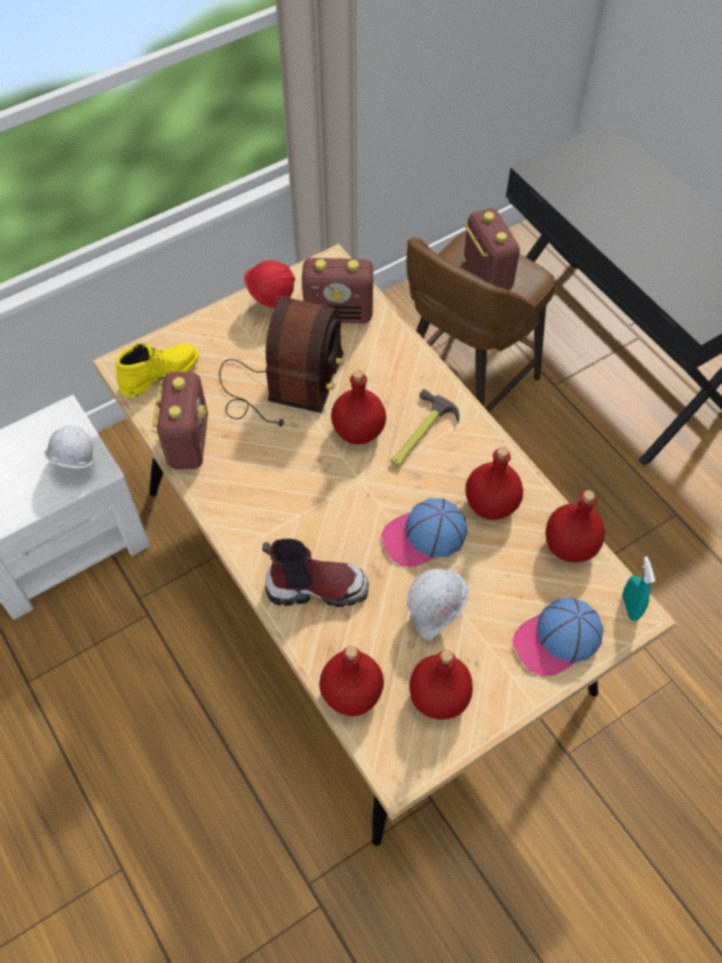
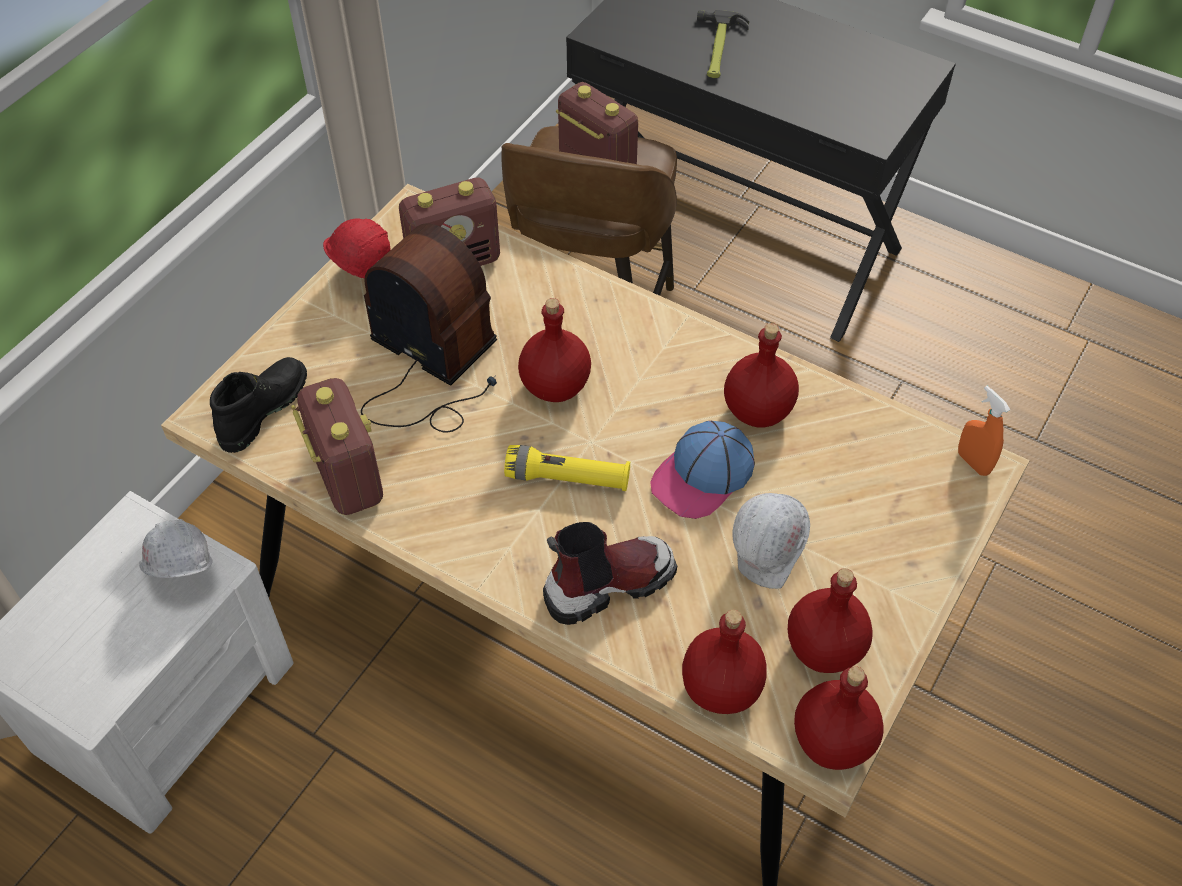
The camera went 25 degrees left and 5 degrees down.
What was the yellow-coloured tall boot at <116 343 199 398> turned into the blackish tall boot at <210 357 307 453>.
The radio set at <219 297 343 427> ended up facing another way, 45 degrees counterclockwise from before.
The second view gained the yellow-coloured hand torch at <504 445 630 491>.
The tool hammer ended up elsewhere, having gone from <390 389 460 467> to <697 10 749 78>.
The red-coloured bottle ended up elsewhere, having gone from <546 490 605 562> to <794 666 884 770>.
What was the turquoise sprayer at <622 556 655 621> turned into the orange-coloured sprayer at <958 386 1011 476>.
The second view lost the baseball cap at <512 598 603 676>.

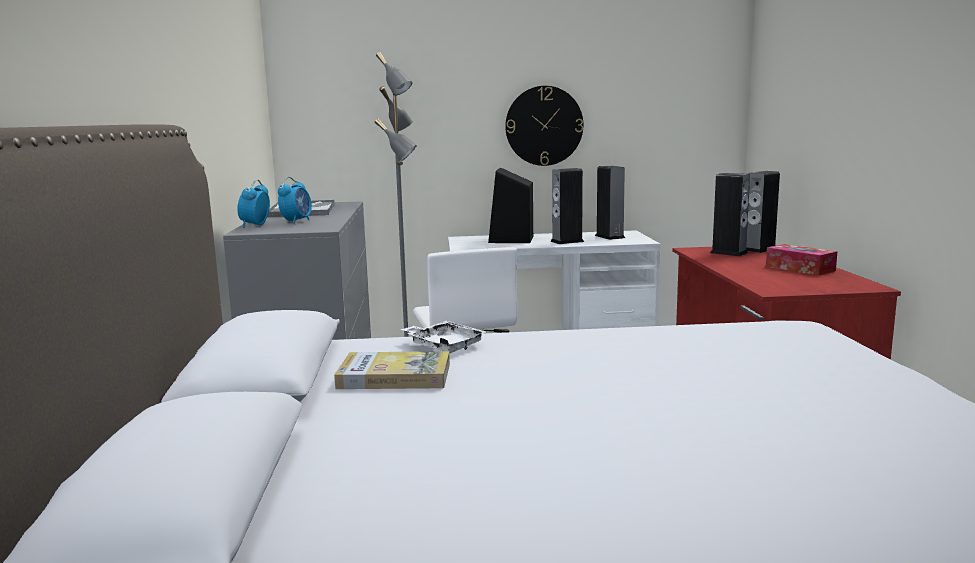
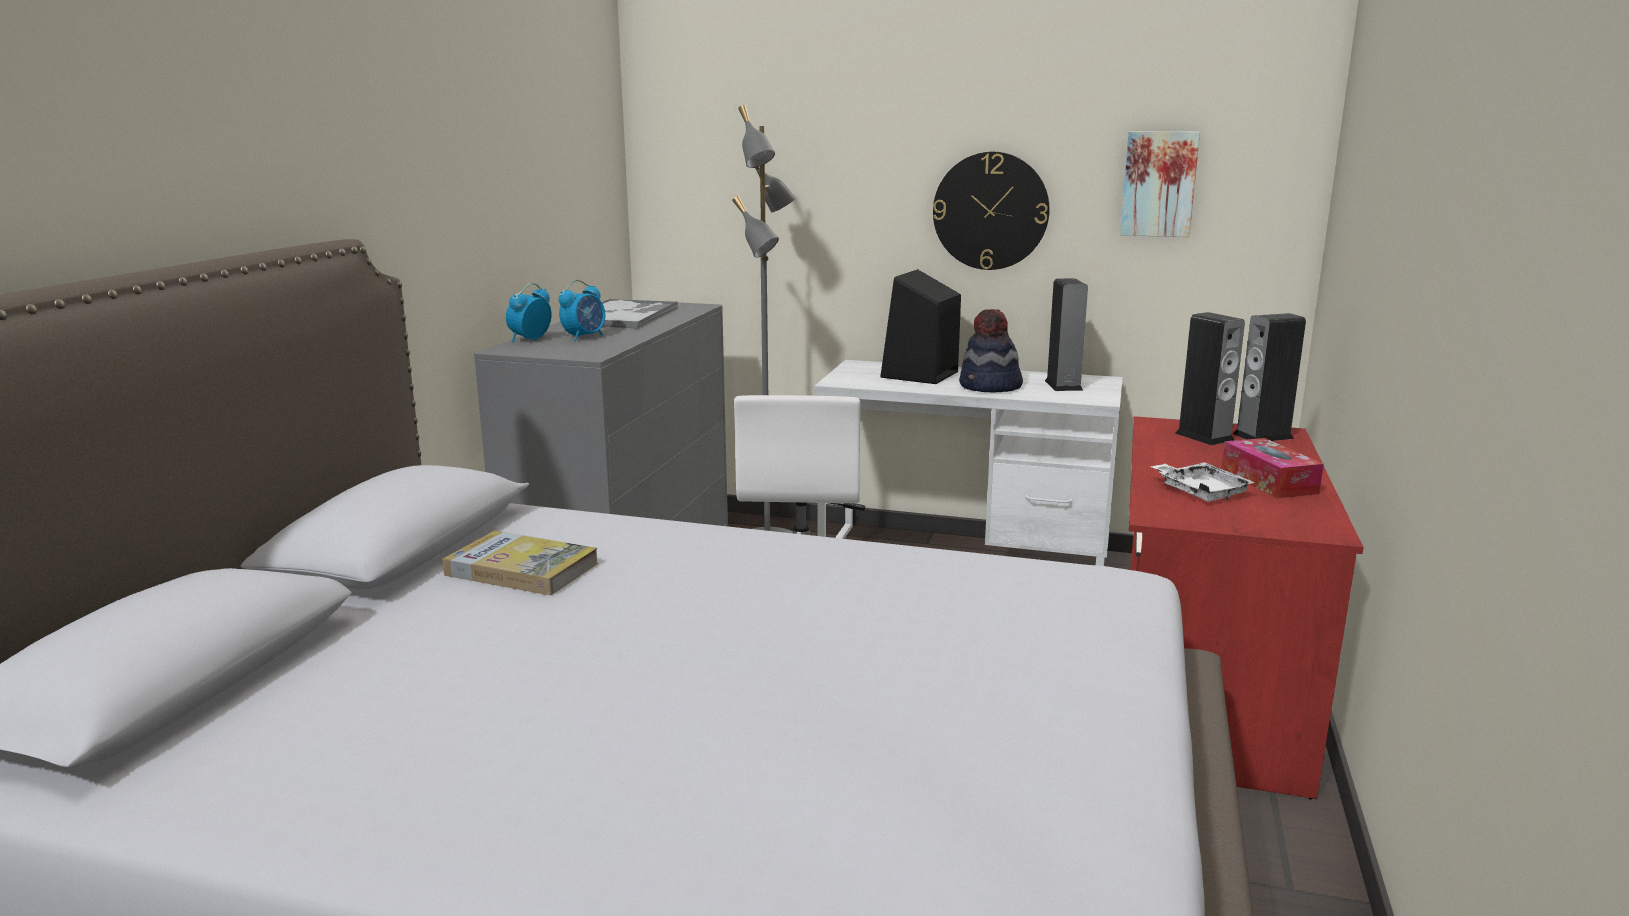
The camera went 20 degrees right and 5 degrees up.
Where the audio speaker stood at <550 168 584 244>, the clothing hat came to stand at <959 309 1023 392>.
The second view gained the wall picture at <1120 131 1200 237>.
The white-coloured serving tray ended up elsewhere, having gone from <400 321 486 353> to <1150 462 1255 502>.

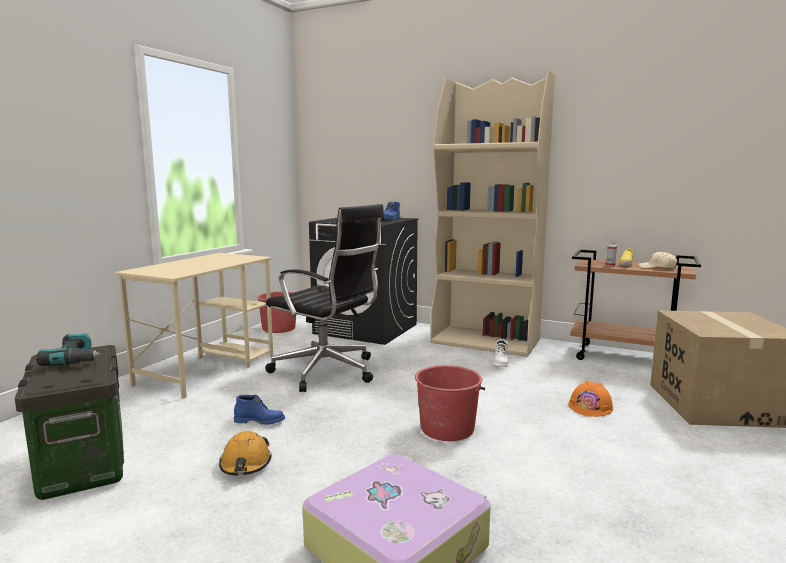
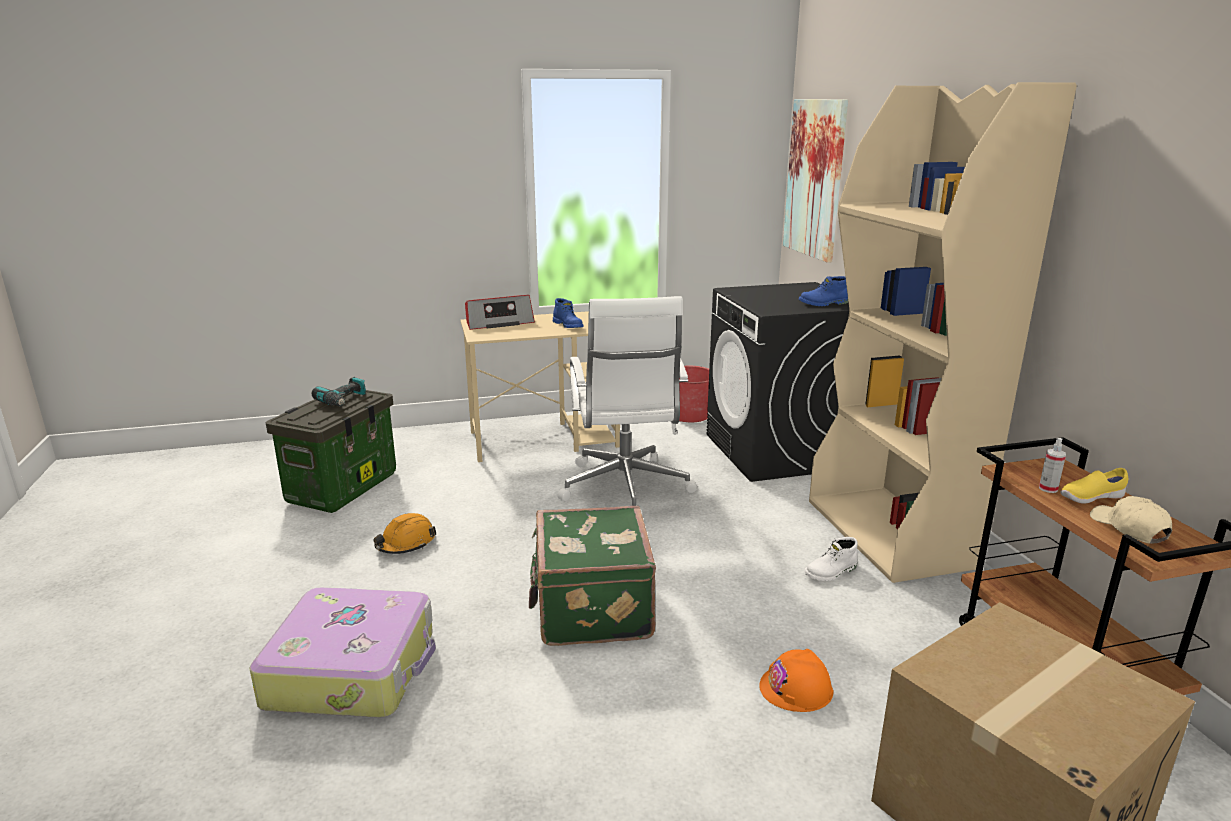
The camera went 50 degrees right and 10 degrees up.
The second view gained the radio set at <465 295 535 330>.
Where the red-coloured pail stood at <415 365 485 441>, the greenish suitcase came to stand at <529 506 656 646>.
The blue tall boot ended up elsewhere, having gone from <234 395 285 425> to <553 298 584 328>.
What was the blackish computer chair at <265 204 384 392> turned into the white-coloured computer chair at <557 296 698 513>.
The second view gained the wall picture at <783 99 848 263>.

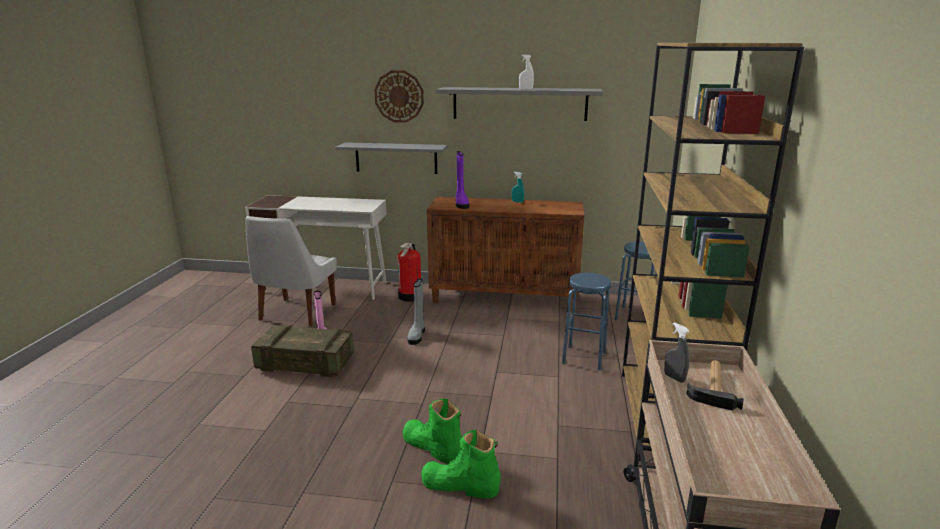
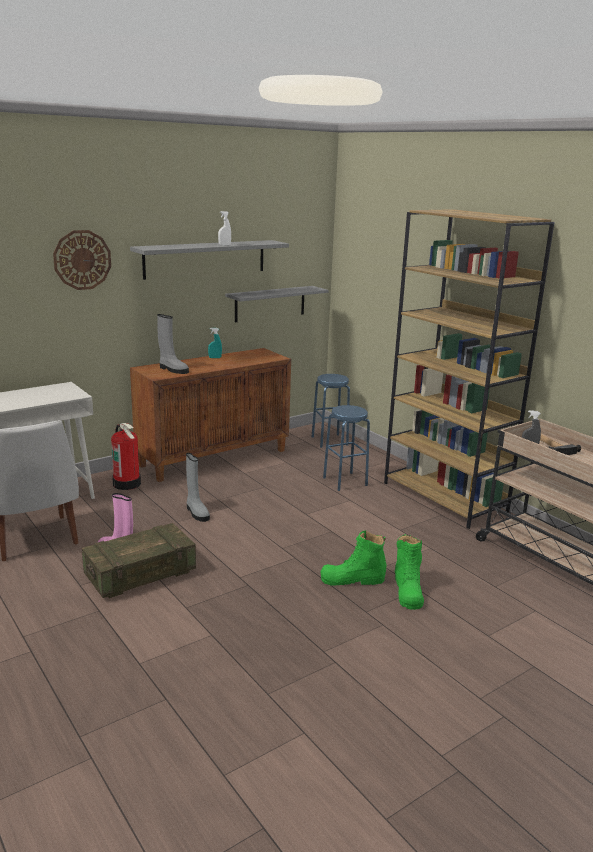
The camera went 45 degrees left and 0 degrees up.
What was the purplish tall boot at <455 151 469 209> turned into the greyish tall boot at <157 314 189 374>.
The greyish shelf ended up elsewhere, having gone from <335 142 448 174> to <225 286 329 322>.
The greenish tall boot at <421 430 500 498> ended up facing another way, 60 degrees counterclockwise from before.

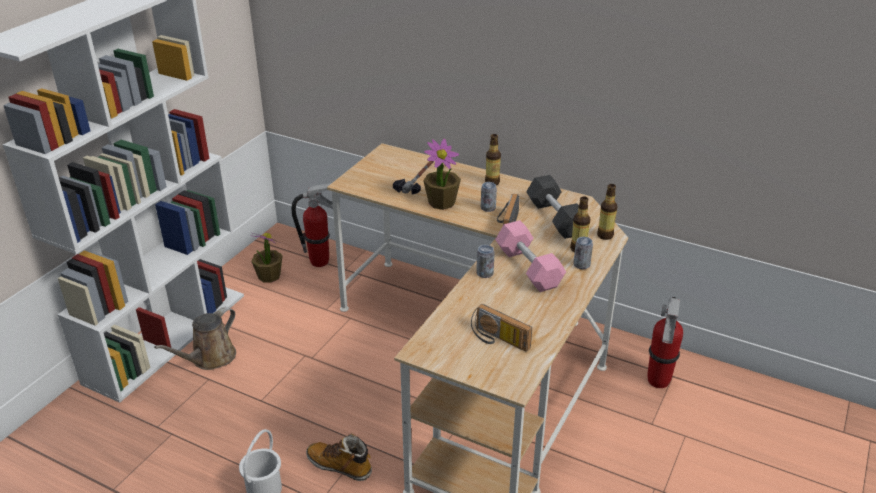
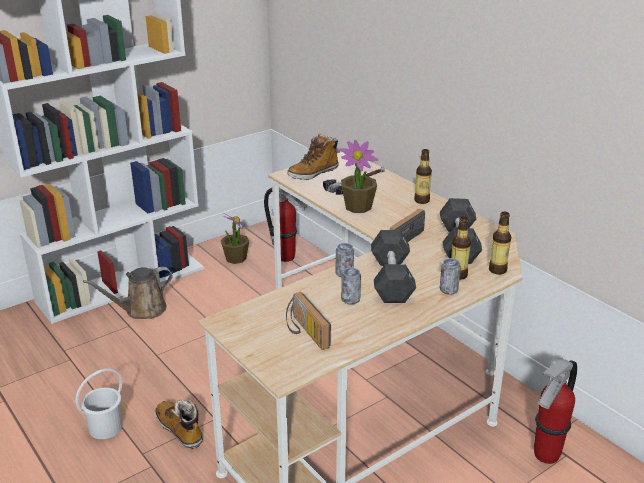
The camera went 25 degrees right and 5 degrees down.
The second view gained the tall boot at <287 133 339 180>.
The can ended up elsewhere, having gone from <481 182 497 212> to <341 267 361 305>.
What was the pink-coloured free weight at <495 220 566 292> turned into the blackish free weight at <371 230 416 303>.

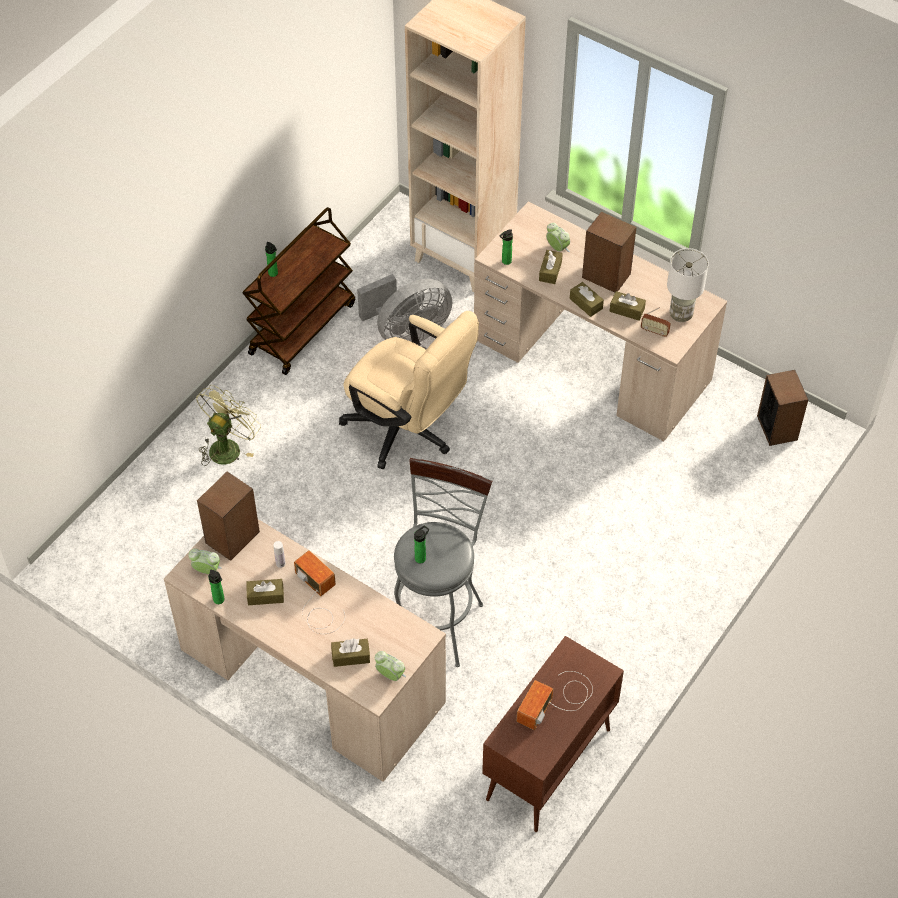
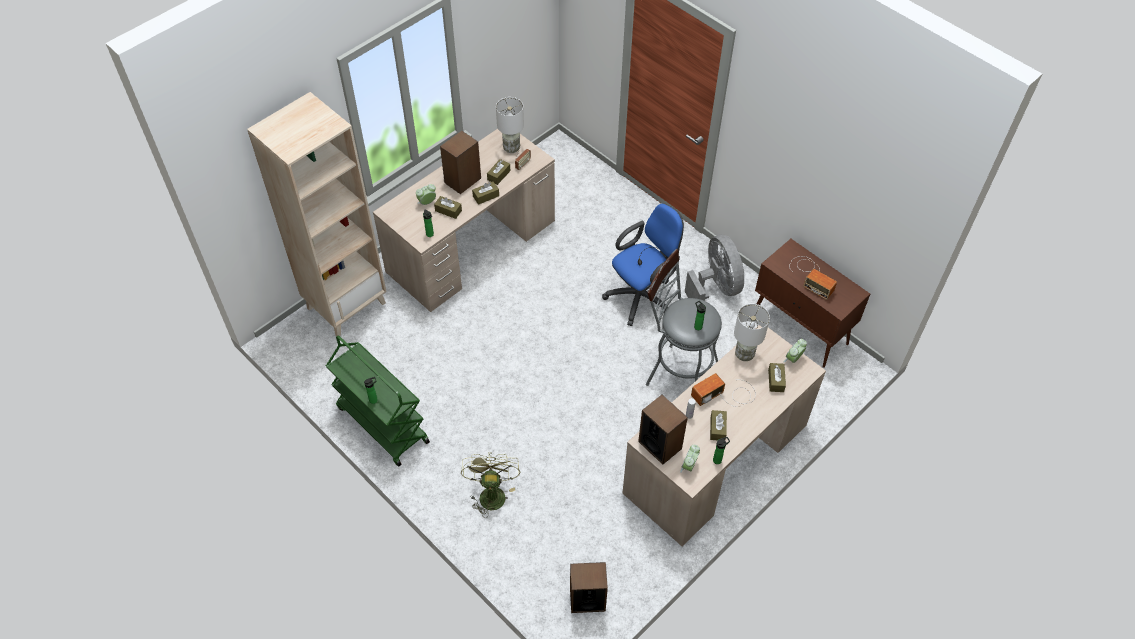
The camera went 80 degrees left and 0 degrees up.
What was the brown cart at <243 207 355 375> turned into the greenish cart at <326 336 430 467>.
The greenish cooling fan at <196 385 261 466> ended up facing another way, 45 degrees clockwise from before.
The audio speaker ended up elsewhere, having gone from <757 370 808 446> to <570 562 608 613>.
The second view gained the blue computer chair at <602 203 684 326>.
The greyish cooling fan ended up elsewhere, having gone from <357 274 452 342> to <685 235 744 301>.
The second view gained the white-coloured lamp for a table at <734 304 770 361>.
The second view lost the beige-coloured computer chair at <339 311 479 469>.

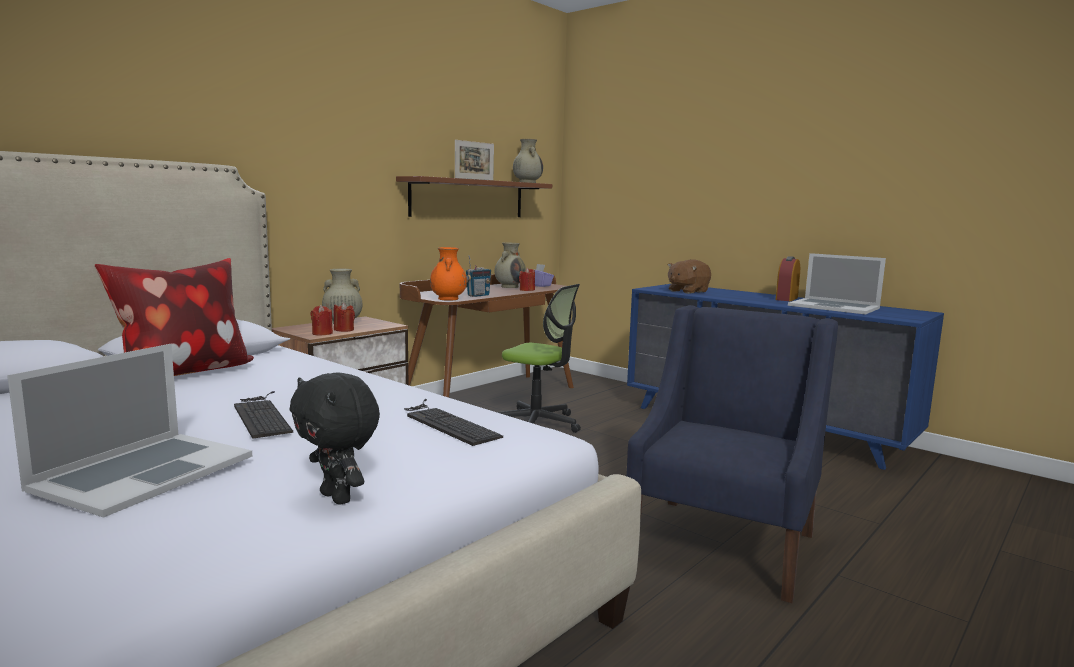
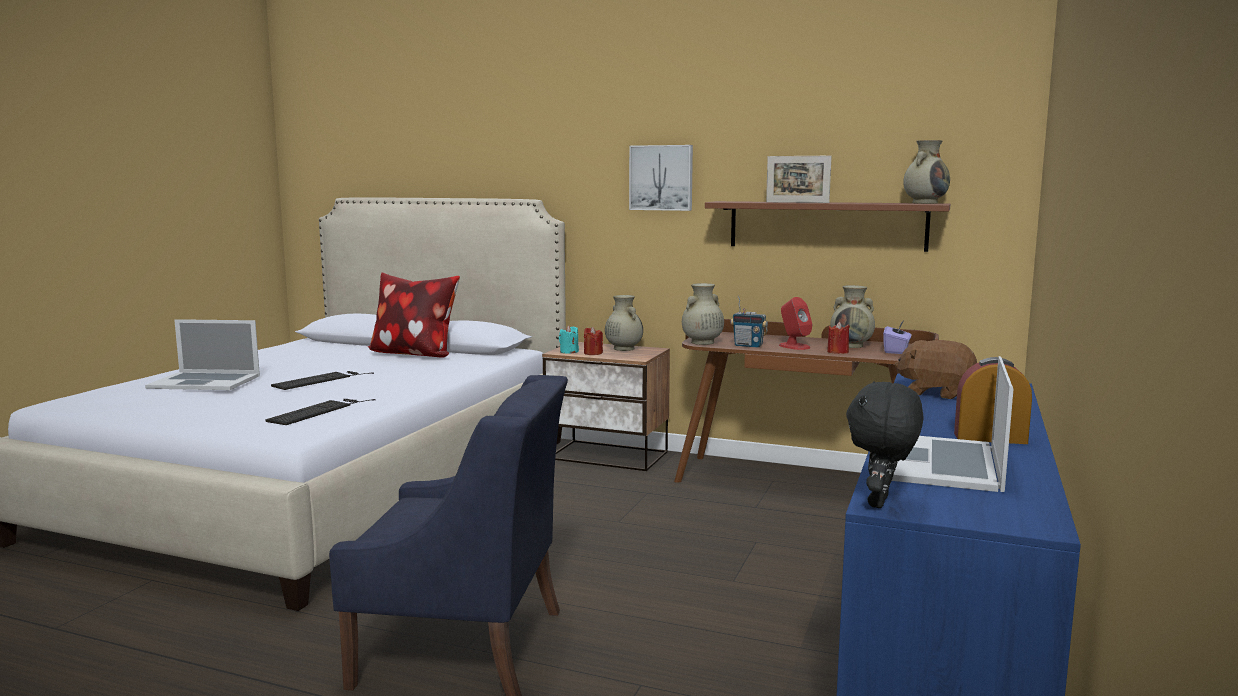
The camera went 70 degrees right and 0 degrees up.
What was the red-coloured candle at <311 305 333 336> turned into the turquoise candle at <559 325 579 354>.
The second view gained the wall picture at <629 145 693 211>.
What was the orange-coloured decorative vase at <430 247 467 301> turned into the beige-coloured decorative vase at <682 283 724 345>.
The second view gained the red-coloured audio speaker at <779 297 812 350>.
The blackish soft toy ended up elsewhere, having gone from <290 373 380 505> to <846 381 923 508>.
The second view lost the computer chair at <497 284 581 433>.

